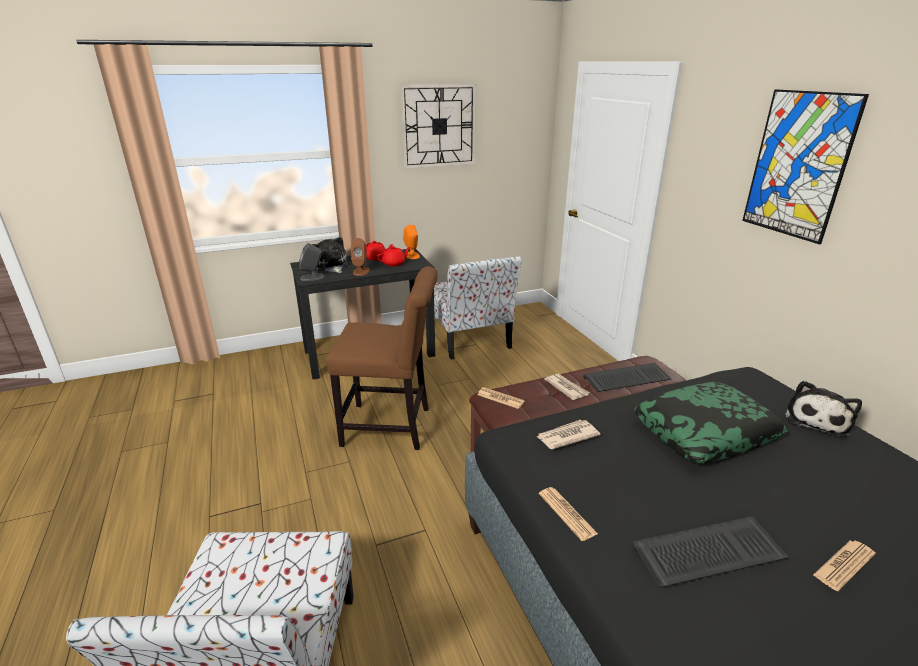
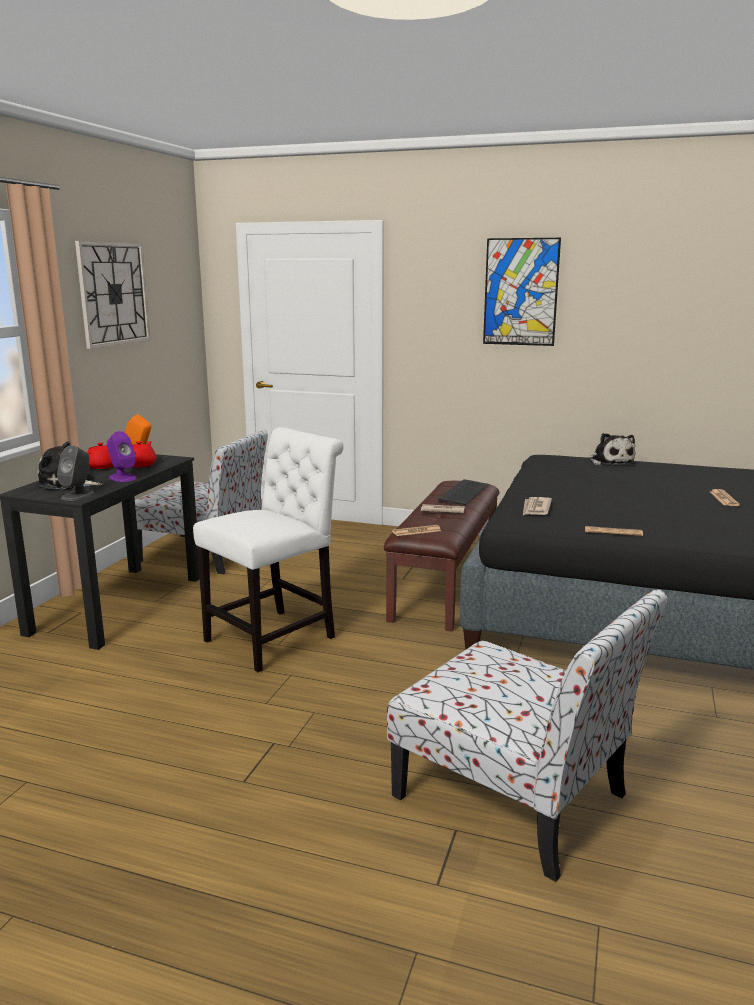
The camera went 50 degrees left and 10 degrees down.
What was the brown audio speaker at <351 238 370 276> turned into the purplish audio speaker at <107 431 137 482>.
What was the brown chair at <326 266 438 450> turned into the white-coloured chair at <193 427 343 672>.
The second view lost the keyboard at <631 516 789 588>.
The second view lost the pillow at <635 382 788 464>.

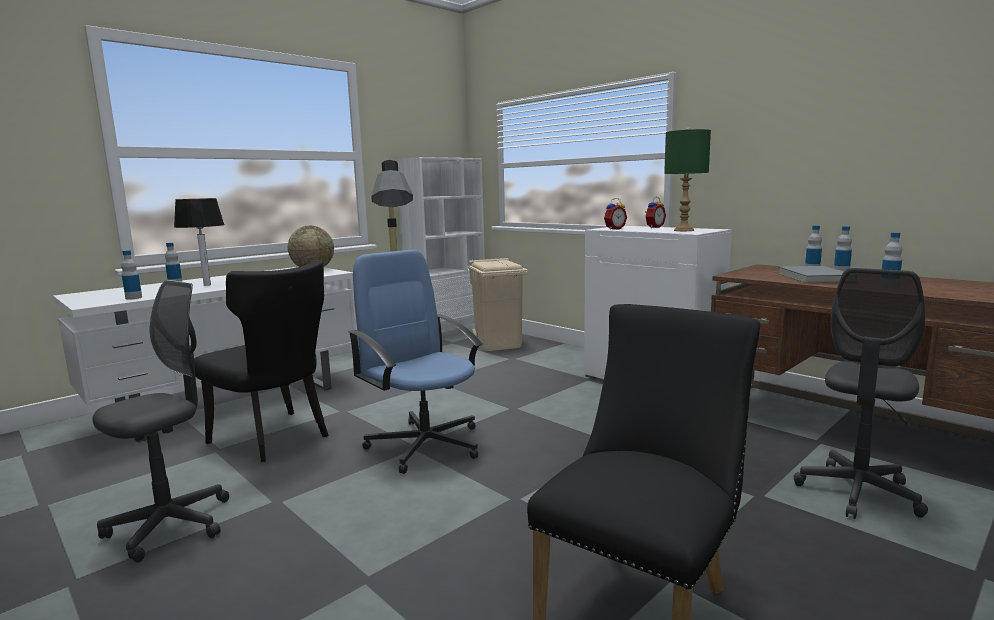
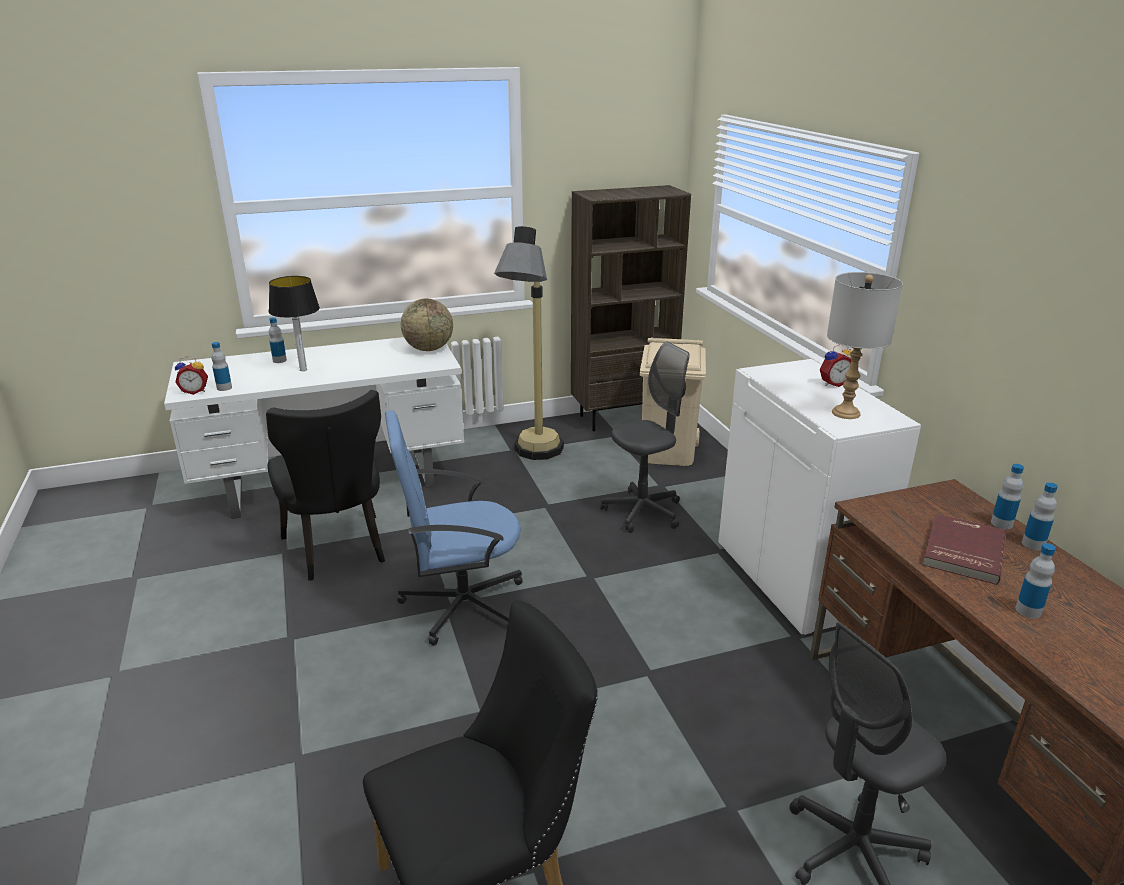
The camera went 25 degrees right and 15 degrees up.
The alarm clock ended up elsewhere, having gone from <604 198 627 230> to <175 356 208 395>.
The blue computer chair at <348 249 483 474> ended up facing another way, 90 degrees counterclockwise from before.
What was the white-coloured bookshelf at <397 157 485 325> turned into the brown bookshelf at <571 185 691 431>.
The greyish computer chair ended up elsewhere, having gone from <92 280 229 562> to <601 342 690 533>.
What was the greenish lamp for a table at <664 127 711 231> turned into the greyish lamp for a table at <827 272 903 419>.
What was the greyish bound book at <779 266 844 283> turned into the red-coloured bound book at <922 514 1006 585>.

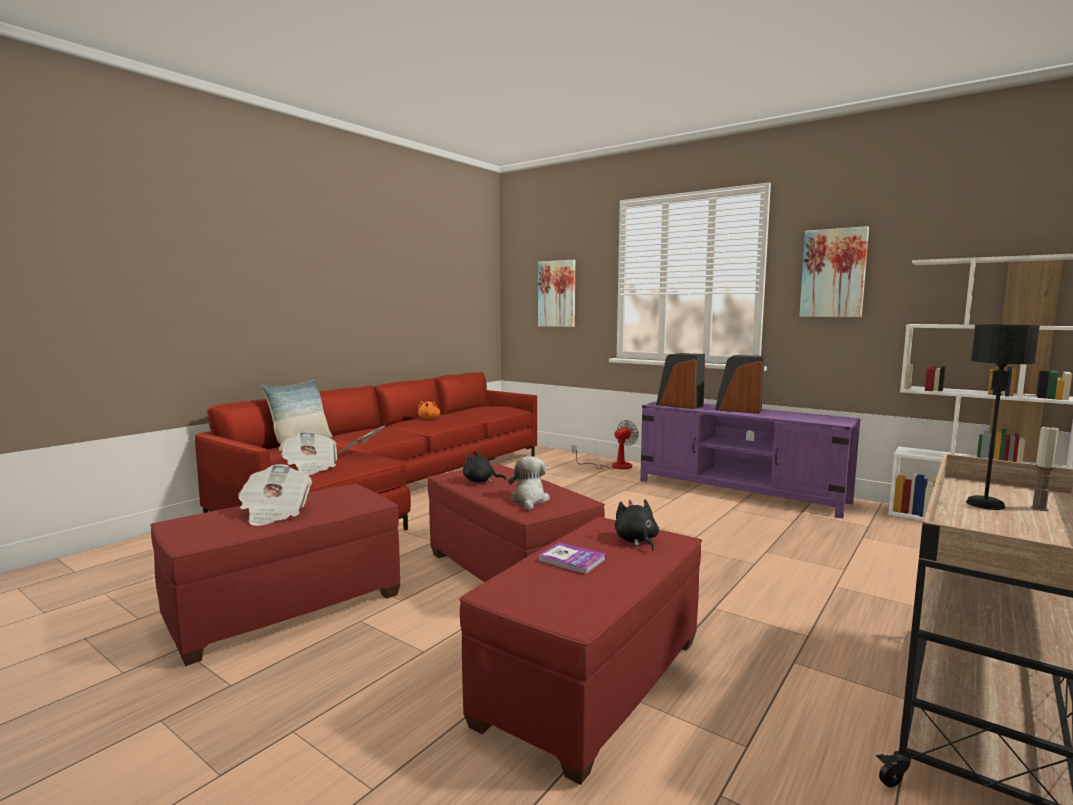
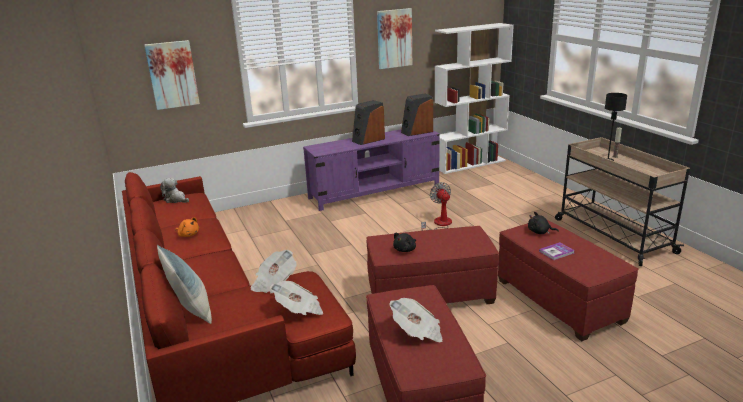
The camera went 60 degrees left and 15 degrees up.
The soft toy ended up elsewhere, having gone from <508 457 550 510> to <160 178 189 203>.
The audio speaker ended up elsewhere, having gone from <656 353 705 409> to <401 94 433 136>.
The cooling fan ended up elsewhere, having gone from <572 420 639 469> to <421 182 452 230>.

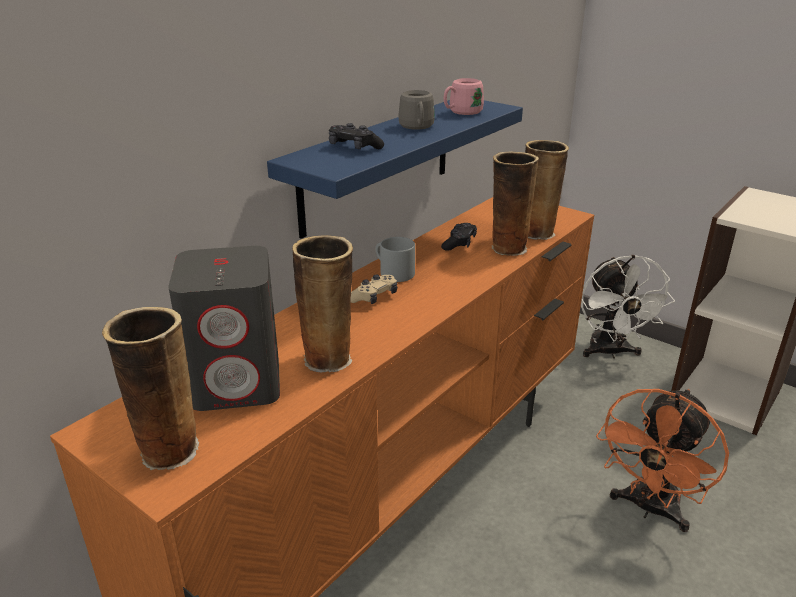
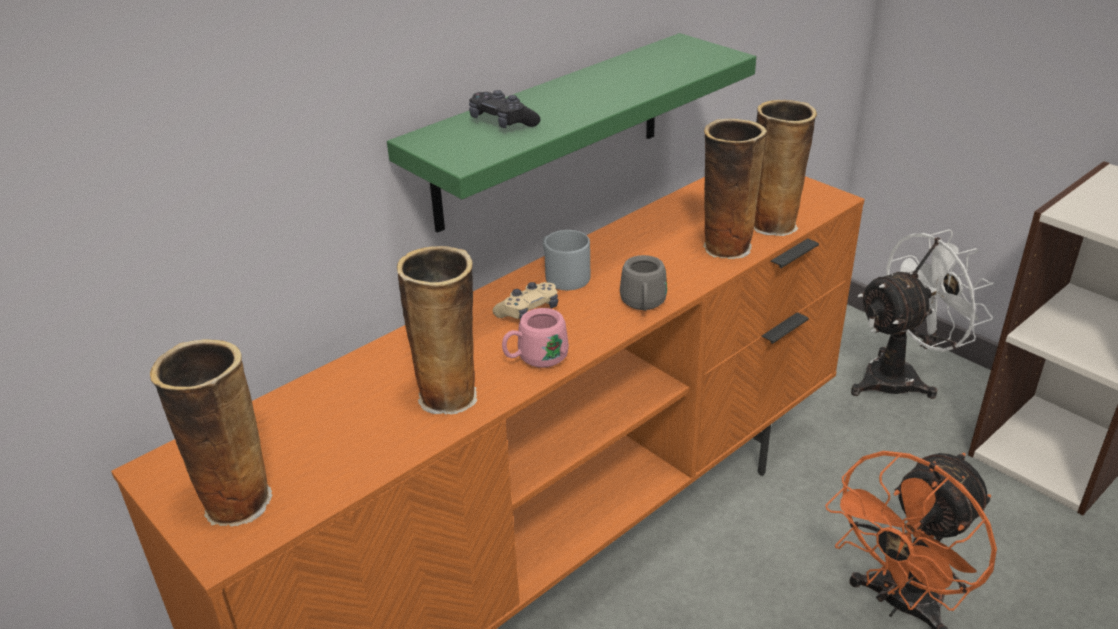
The camera went 10 degrees right and 5 degrees up.
What was the blue shelf at <267 100 523 239> turned into the greenish shelf at <387 33 756 233>.
The pink-coloured mug ended up elsewhere, having gone from <444 78 484 115> to <502 308 569 368>.
The greyish mug ended up elsewhere, having gone from <398 90 435 130> to <620 255 667 311>.
The white-coloured cooling fan at <581 255 675 358> ended up facing another way, 120 degrees counterclockwise from before.
The second view lost the greyish audio speaker at <169 246 280 411>.
The second view lost the blackish game controller at <441 223 477 251>.

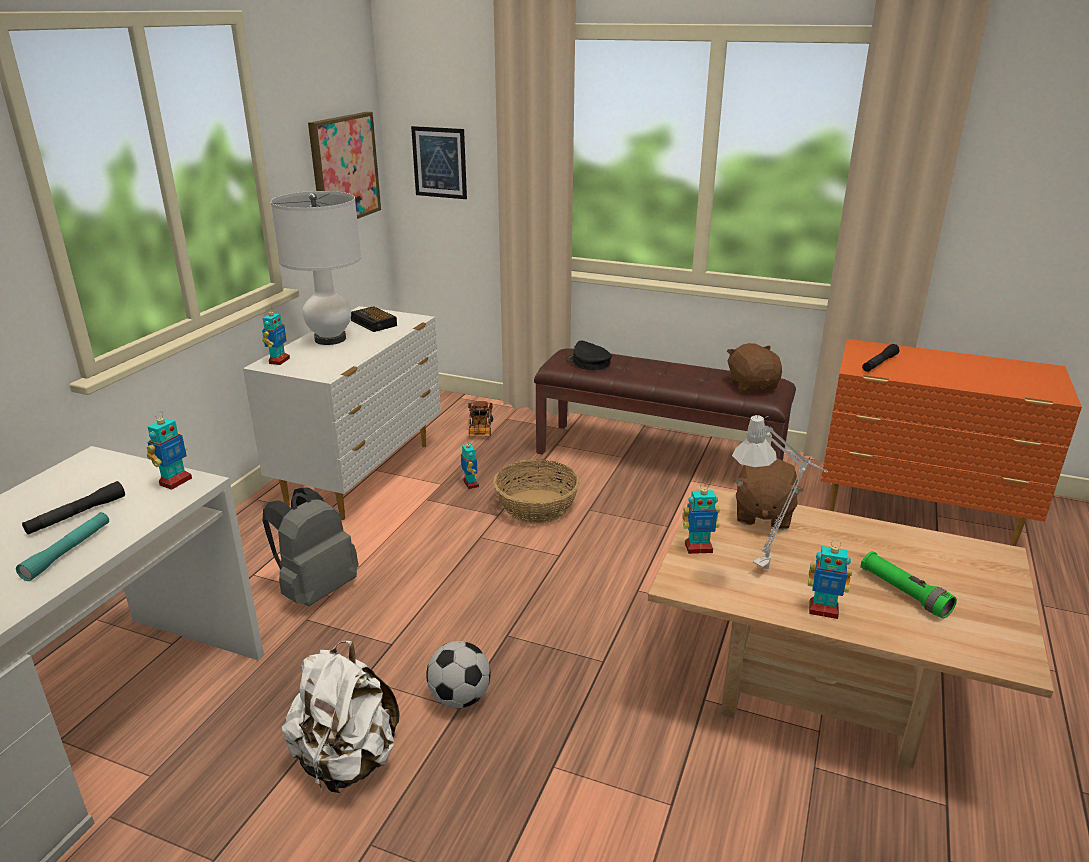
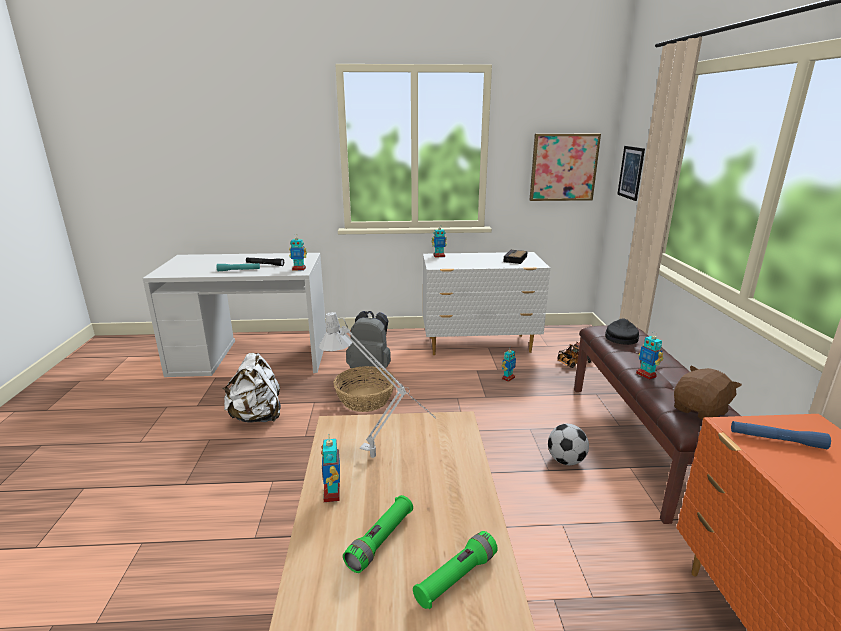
The camera went 65 degrees right and 5 degrees down.
The household basket ended up elsewhere, having gone from <493 459 580 524> to <333 366 395 412>.
The second view gained the greenish hand torch at <413 531 498 609>.
The football ended up elsewhere, having gone from <426 641 490 708> to <548 424 589 465>.
The robot figure ended up elsewhere, having gone from <682 483 720 554> to <636 331 663 380>.
What was the blackish hand torch at <862 344 900 372> turned into the blue hand torch at <731 421 831 449>.
The second view lost the white-coloured lamp for a table at <271 191 361 345>.
The second view lost the brown soft toy at <734 459 803 530>.

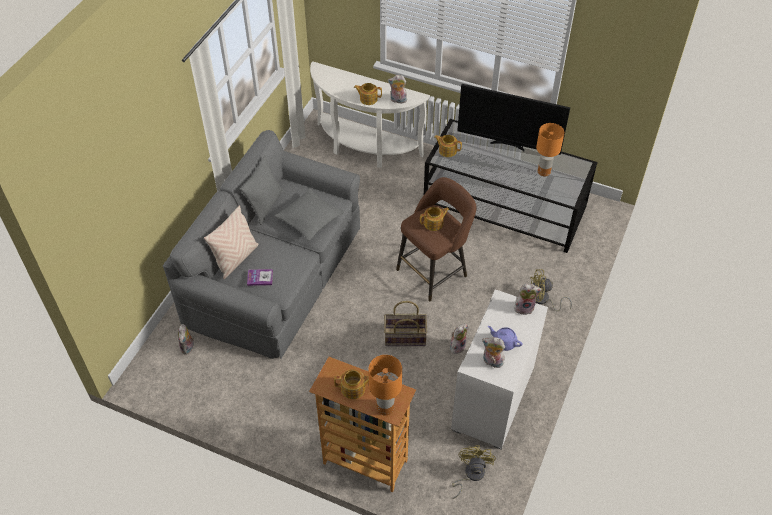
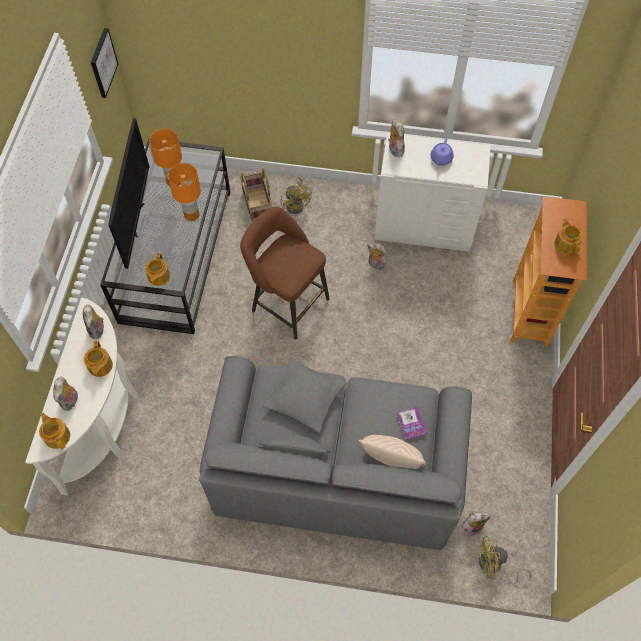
The camera went 105 degrees left and 10 degrees up.
The tea pot ended up elsewhere, having gone from <420 207 450 231> to <39 412 70 449>.
The soft toy ended up elsewhere, having gone from <482 337 506 368> to <53 376 78 411>.
The second view gained the wall picture at <91 28 118 98>.
The orange-coloured lamp for a table ended up elsewhere, having gone from <369 355 402 416> to <168 163 201 221>.
The household basket ended up elsewhere, having gone from <384 301 427 346> to <240 168 272 222>.
The yellow-coloured cooling fan ended up elsewhere, having gone from <452 445 496 499> to <478 536 531 585>.

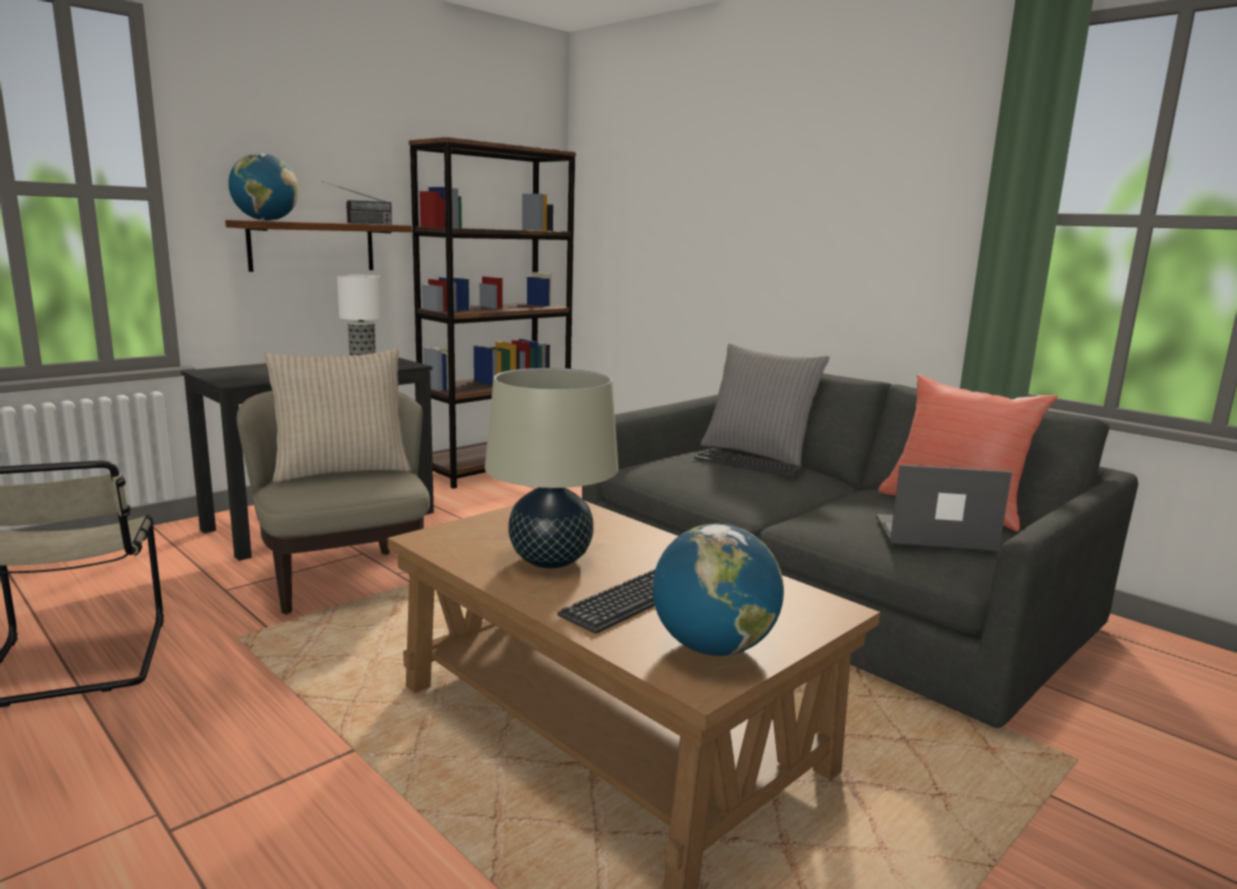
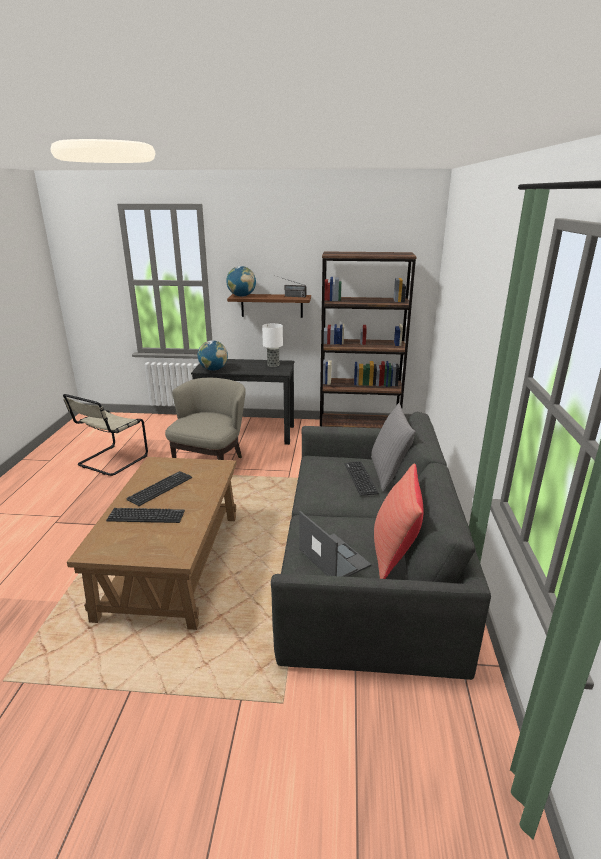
The camera went 50 degrees right and 10 degrees up.
Where the beige-coloured lamp for a table stood at <485 368 618 569>, the keyboard came to stand at <126 471 192 506>.
The globe ended up elsewhere, having gone from <653 524 784 656> to <198 340 228 371>.
The second view lost the beige-coloured pillow at <264 348 411 482>.

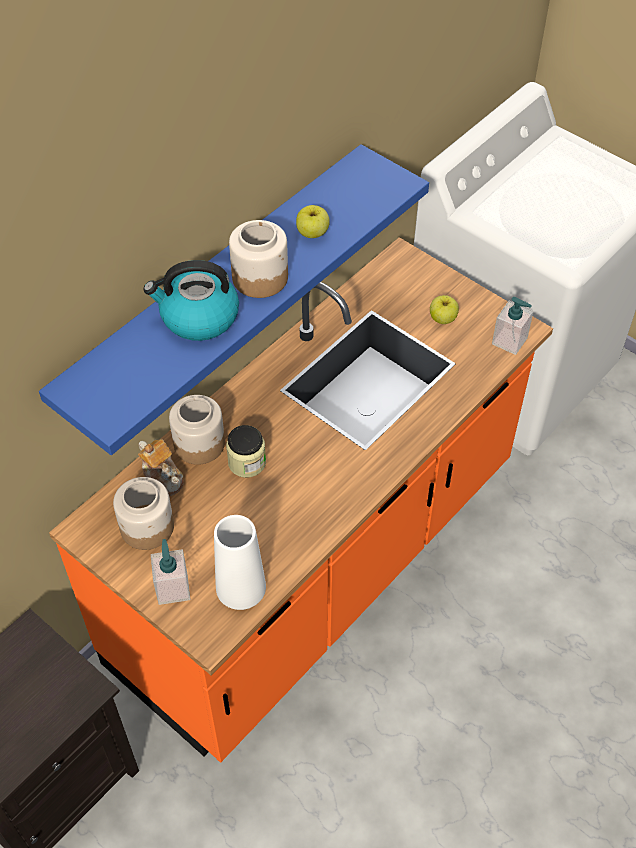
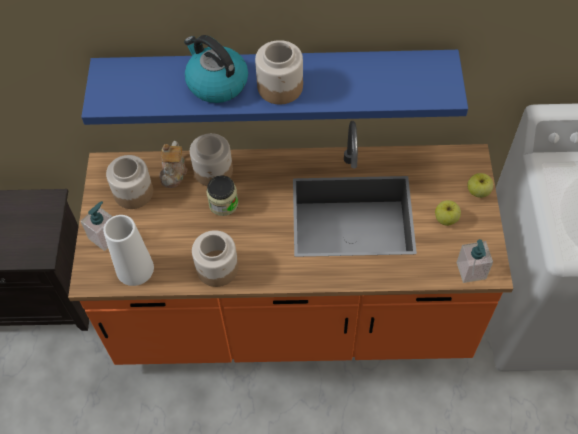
The camera went 50 degrees right and 5 degrees up.
The second view gained the jar at <192 230 238 287>.
The apple ended up elsewhere, having gone from <296 205 330 238> to <467 173 493 198>.

